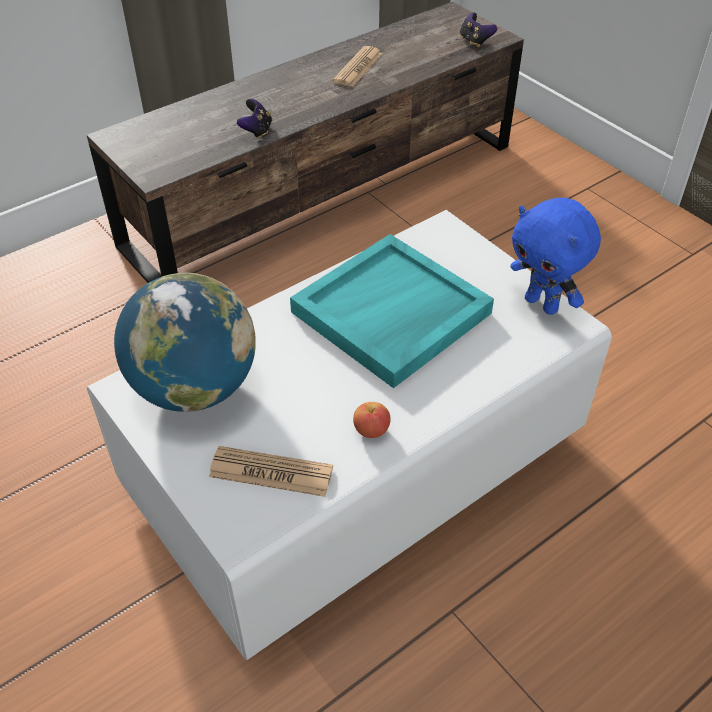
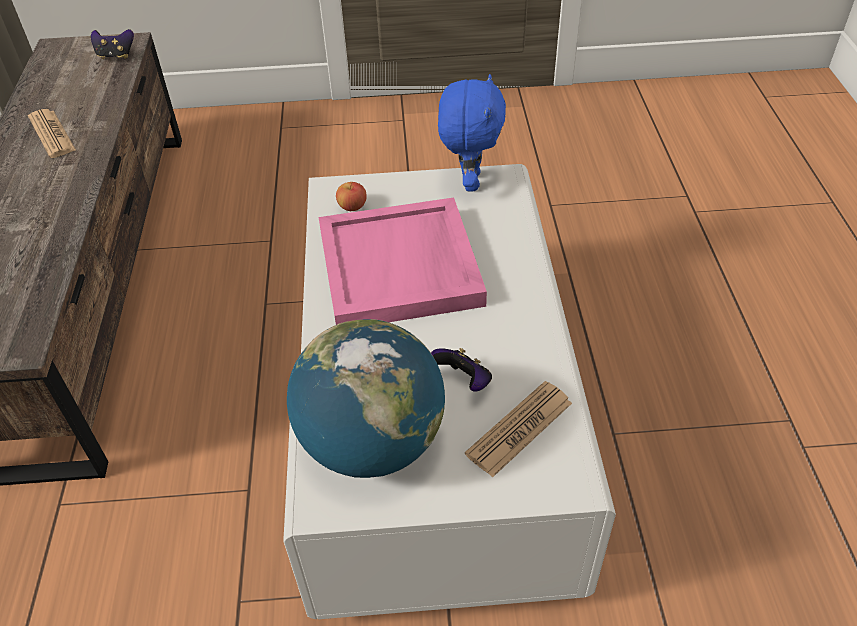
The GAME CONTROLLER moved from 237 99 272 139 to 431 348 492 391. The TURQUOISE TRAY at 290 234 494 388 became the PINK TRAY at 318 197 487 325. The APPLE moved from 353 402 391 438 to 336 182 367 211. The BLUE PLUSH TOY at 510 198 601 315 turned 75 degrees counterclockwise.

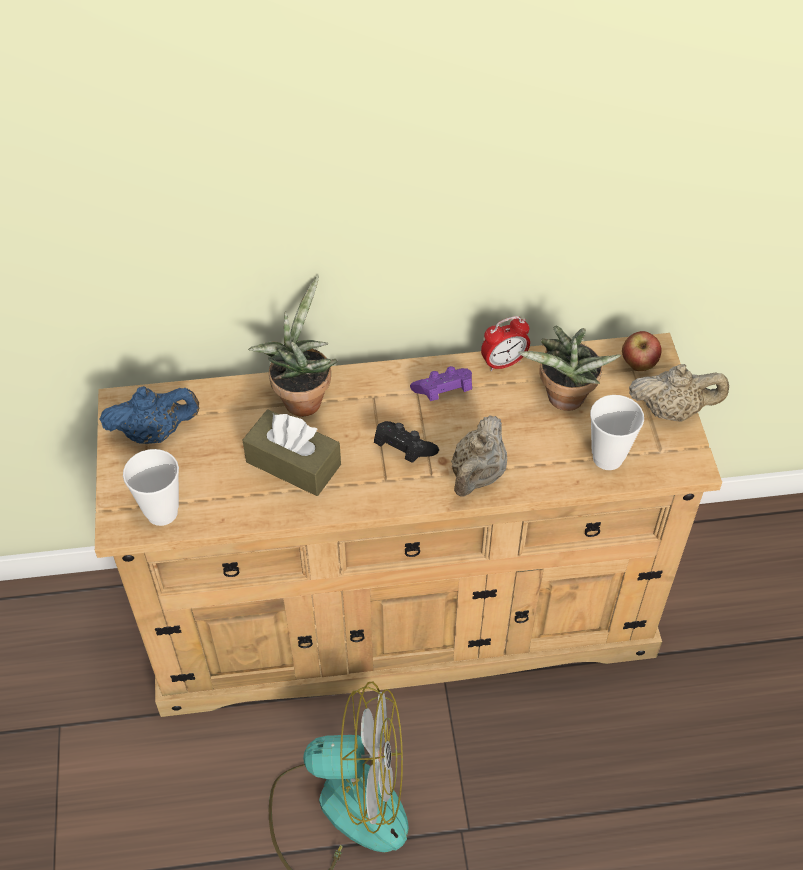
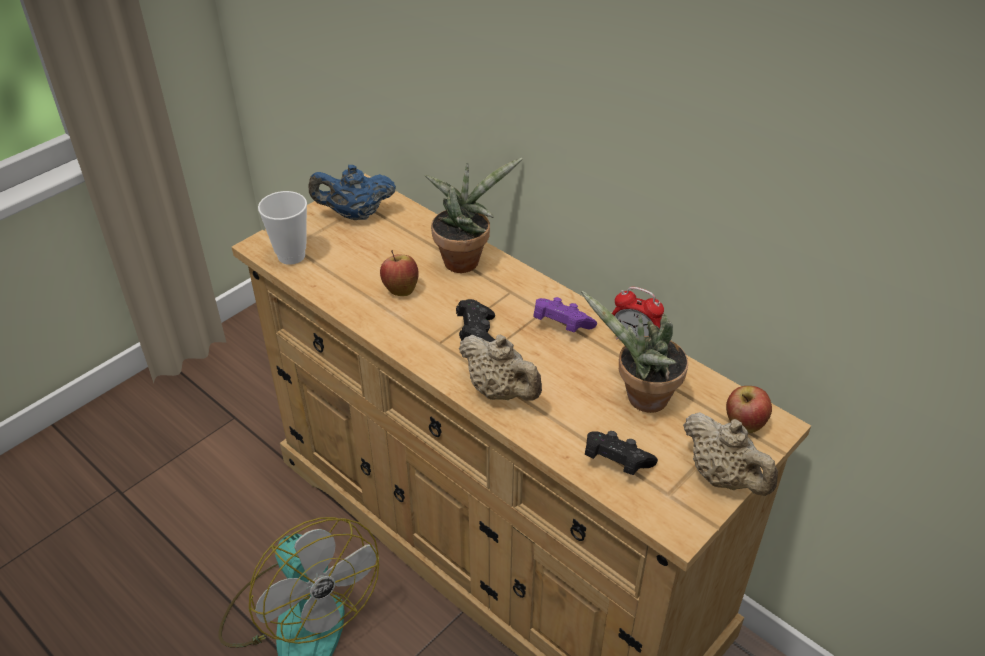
The BLUE TEAPOT at 99 386 199 444 turned 135 degrees clockwise. The BROWN TISSUE BOX at 242 409 341 496 was replaced by the APPLE at 380 249 419 296. The BEIGE TEAPOT at 451 415 507 497 turned 120 degrees counterclockwise. The CUP at 590 395 644 470 was replaced by the BLACK GAME CONTROLLER at 585 431 658 475.

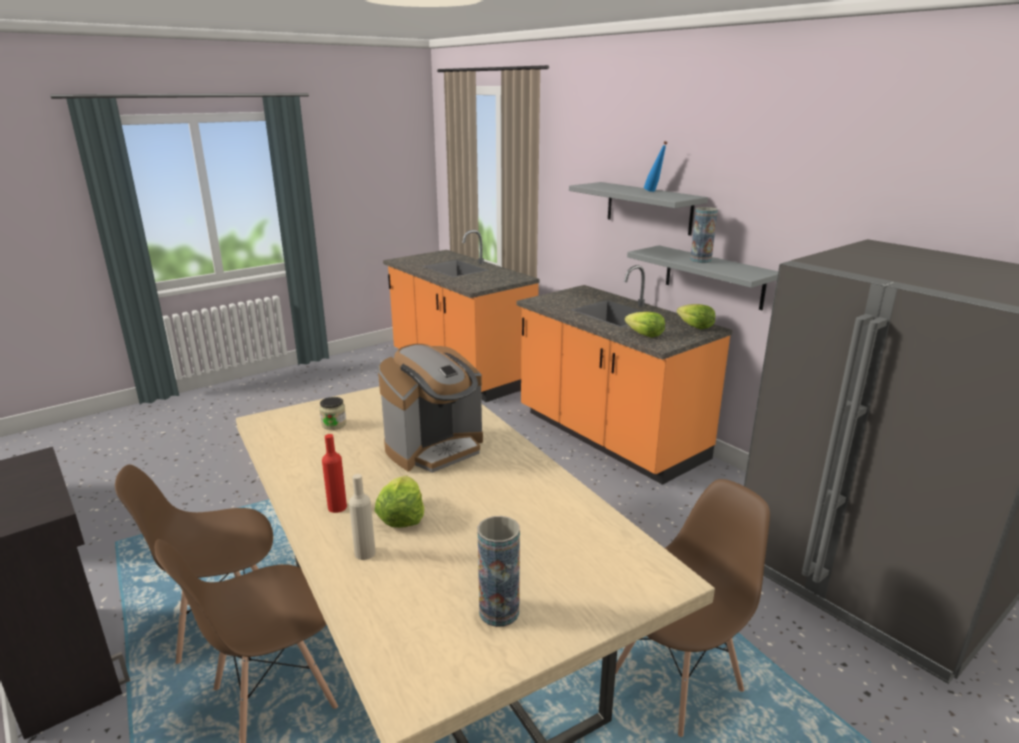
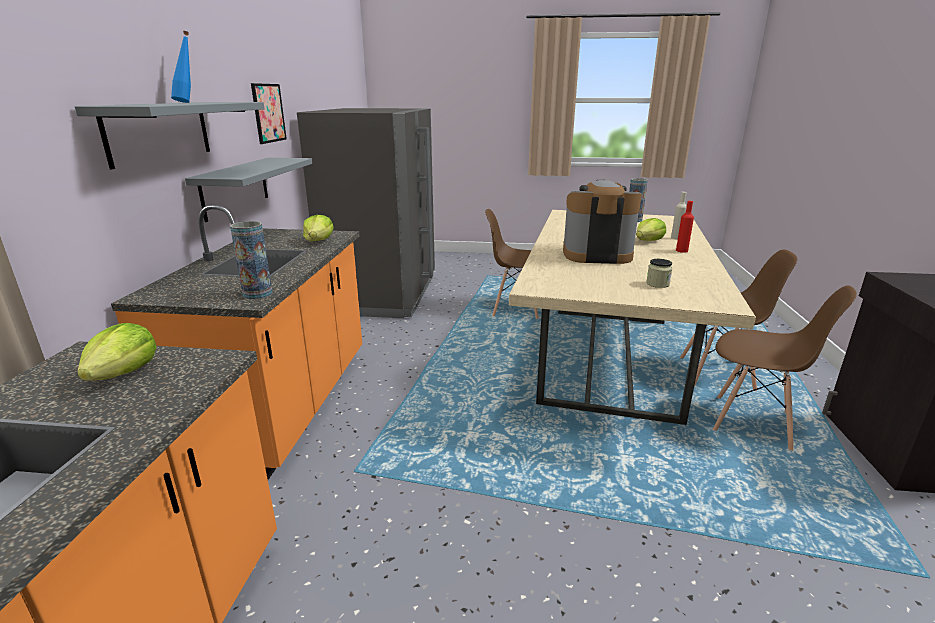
The LETTUCE moved from 677 304 715 329 to 77 323 156 381. The VASE moved from 690 207 718 263 to 230 221 273 299. The PICTURE at 251 83 287 144 appeared.

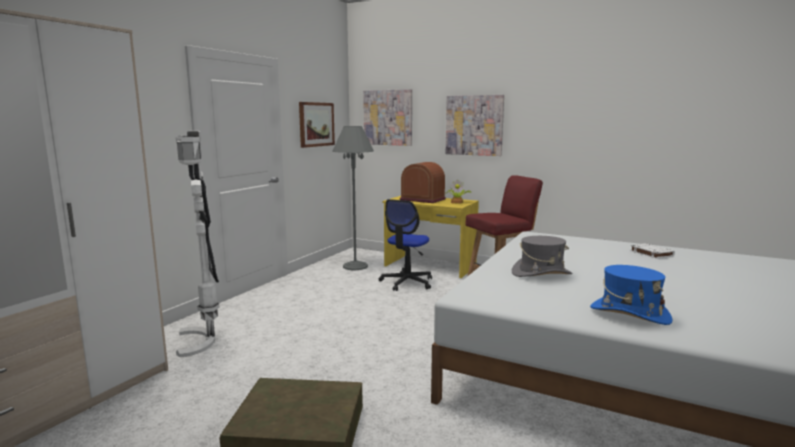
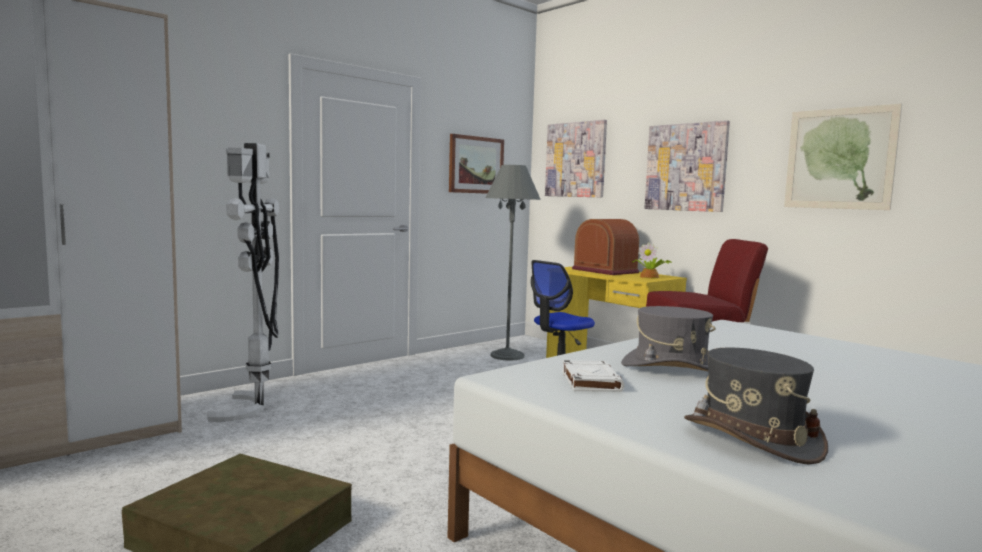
The BLUE HAT at 590 265 673 325 became the GREY HAT at 684 347 828 465. The WHITE BOOK moved from 630 243 675 259 to 562 360 624 392. The PICTURE at 784 104 902 210 appeared.

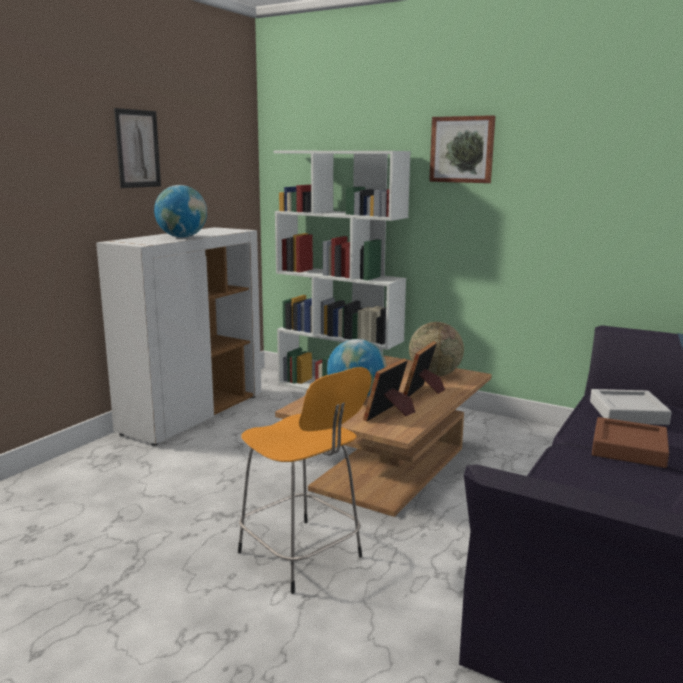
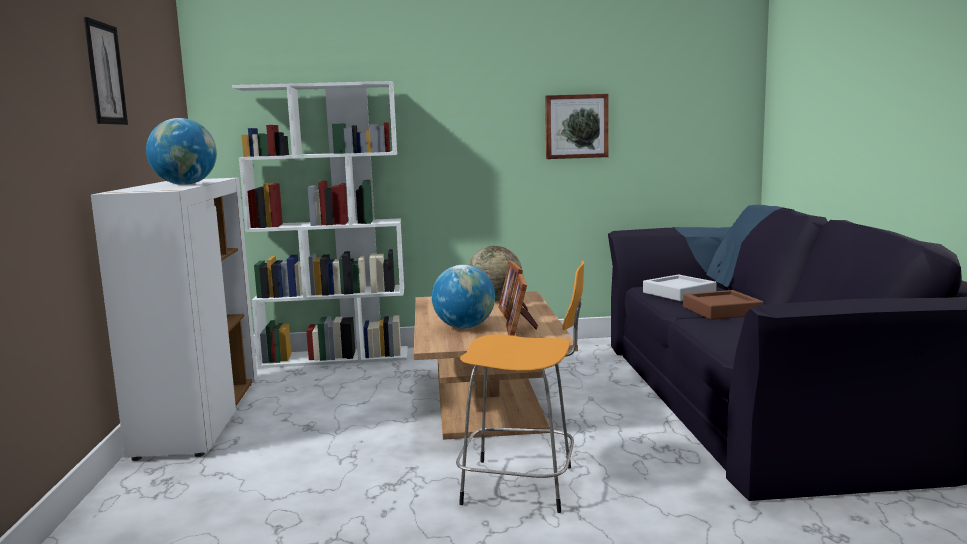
The PICTURE moved from 429 115 496 183 to 545 94 609 159.

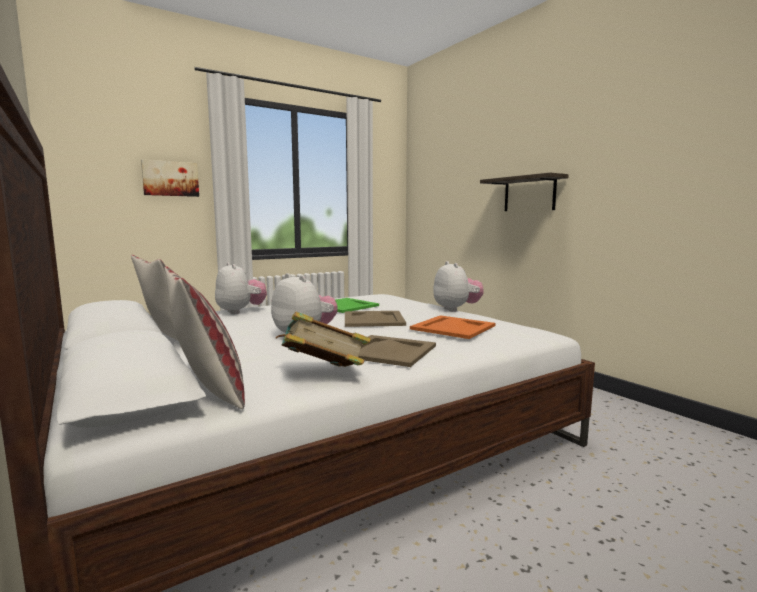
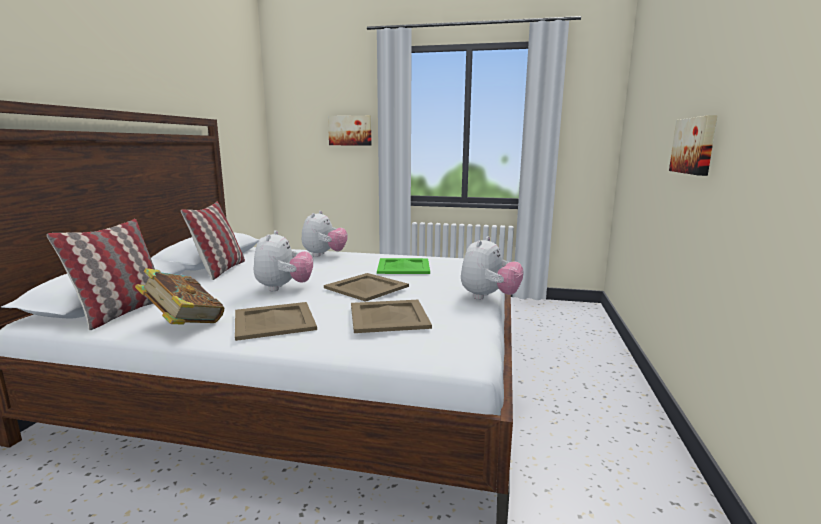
The ORANGE TRAY at 410 315 496 339 became the BEIGE TRAY at 351 300 432 333. The SHELF at 480 172 569 211 was replaced by the PICTURE at 669 115 718 176.

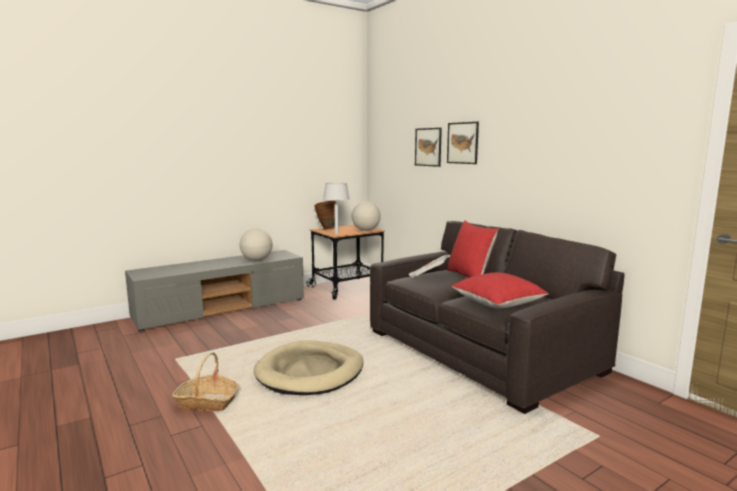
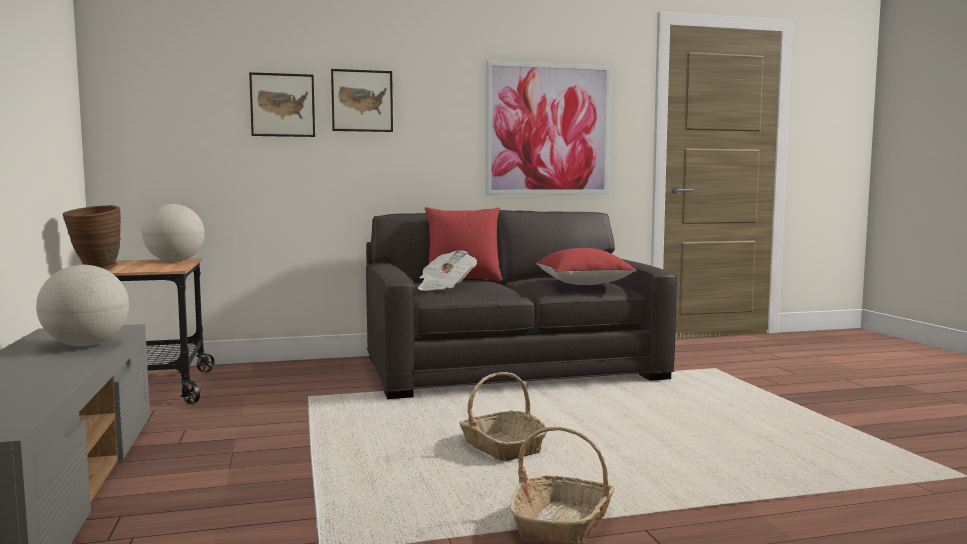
The BEIGE DOG BED at 254 340 363 395 was replaced by the BASKET at 459 372 548 461. The GREY TABLE LAMP at 323 183 349 234 disappeared. The PICTURE at 486 61 611 195 appeared.

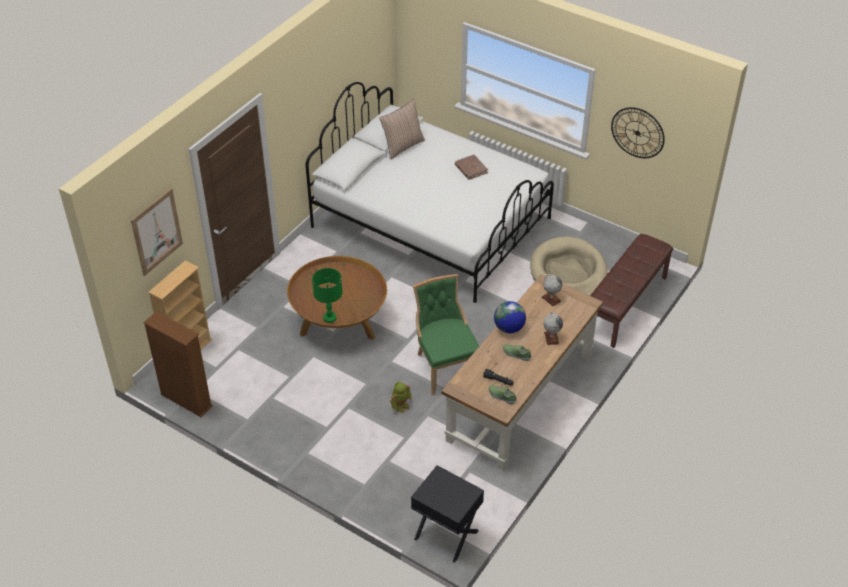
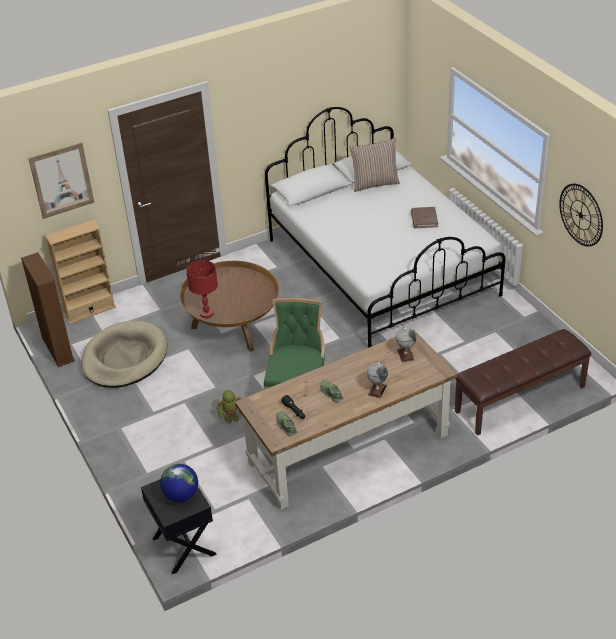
The GREEN TABLE LAMP at 312 268 342 323 became the RED TABLE LAMP at 186 260 218 318. The GLOBE moved from 494 301 526 333 to 160 464 198 502. The BEIGE DOG BED moved from 530 237 608 296 to 81 320 167 388.

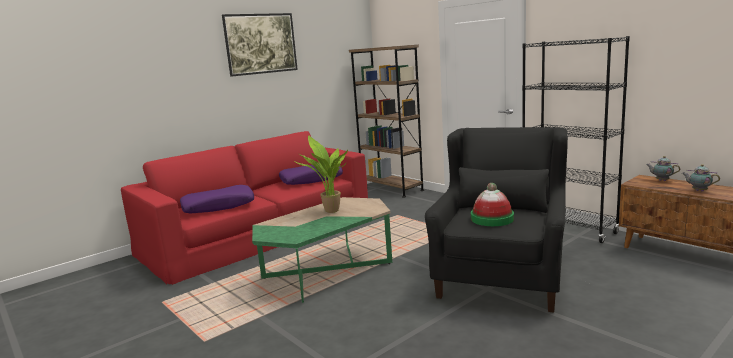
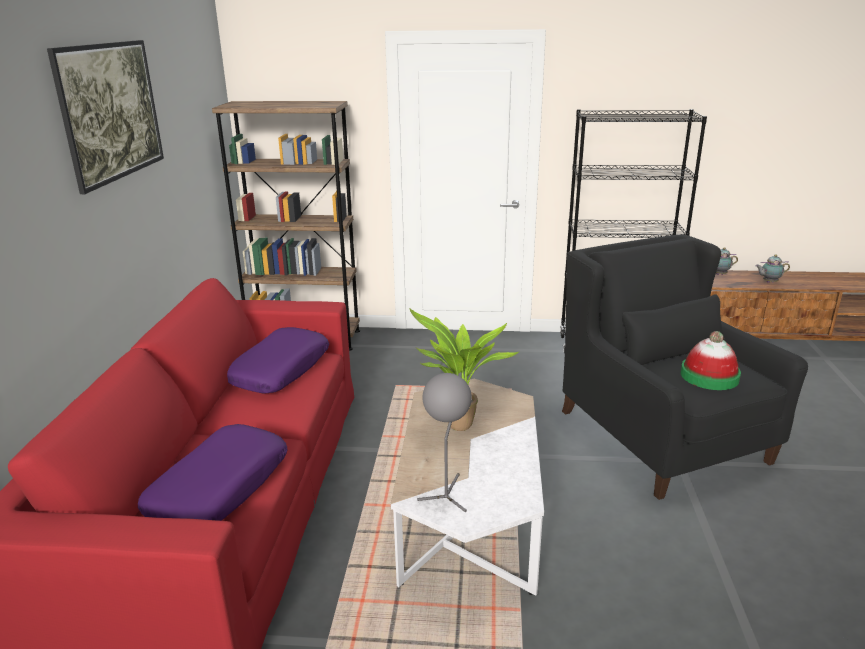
The GREEN COFFEE TABLE at 252 197 392 303 became the WHITE COFFEE TABLE at 391 379 544 596. The GREY TABLE LAMP at 417 373 472 512 appeared.

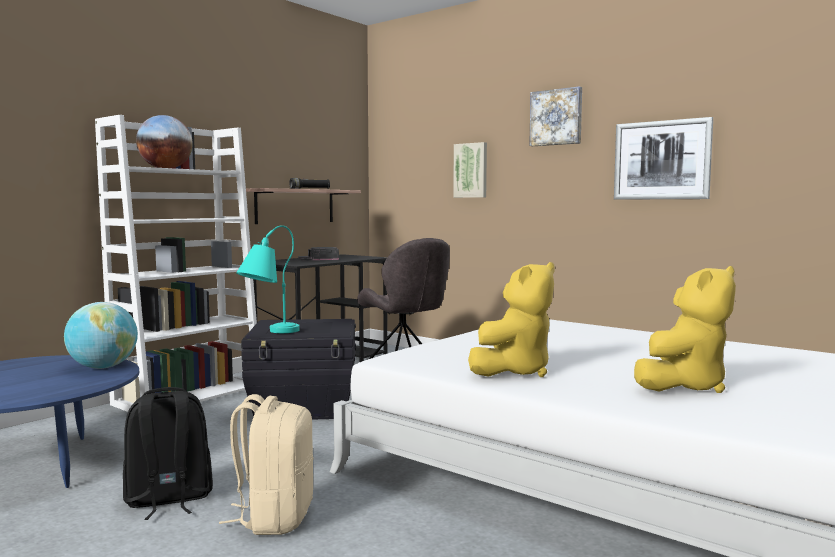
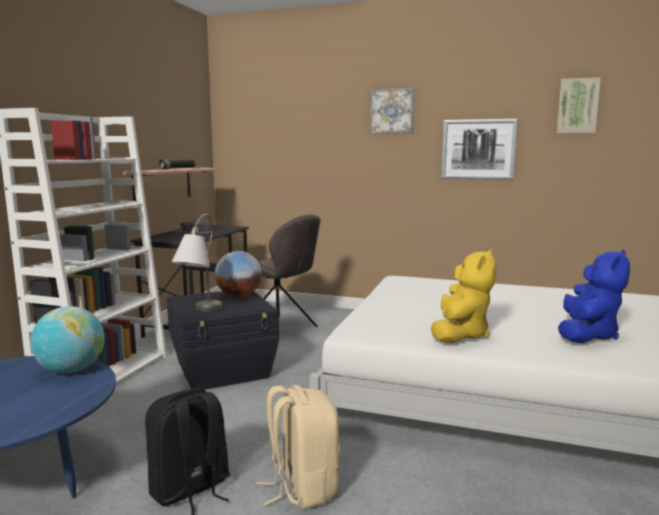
The GLOBE moved from 136 115 193 168 to 215 251 262 297. The TURQUOISE TABLE LAMP at 236 225 300 333 became the GREY TABLE LAMP at 172 214 222 312. The PICTURE moved from 453 142 487 198 to 556 77 601 133. The YELLOW PLUSH TOY at 634 266 736 393 became the BLUE PLUSH TOY at 558 249 630 344.

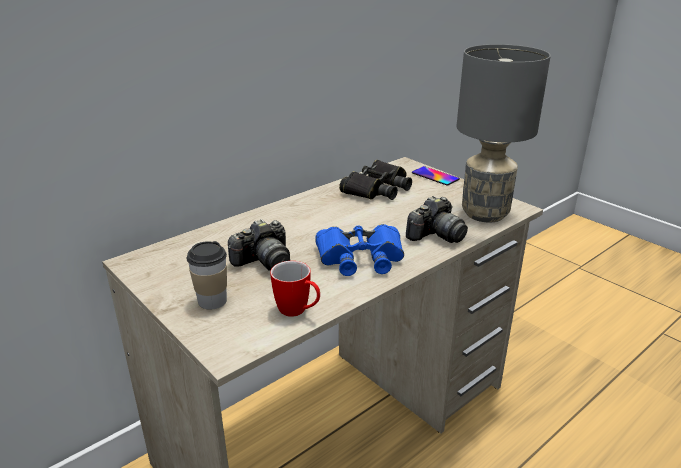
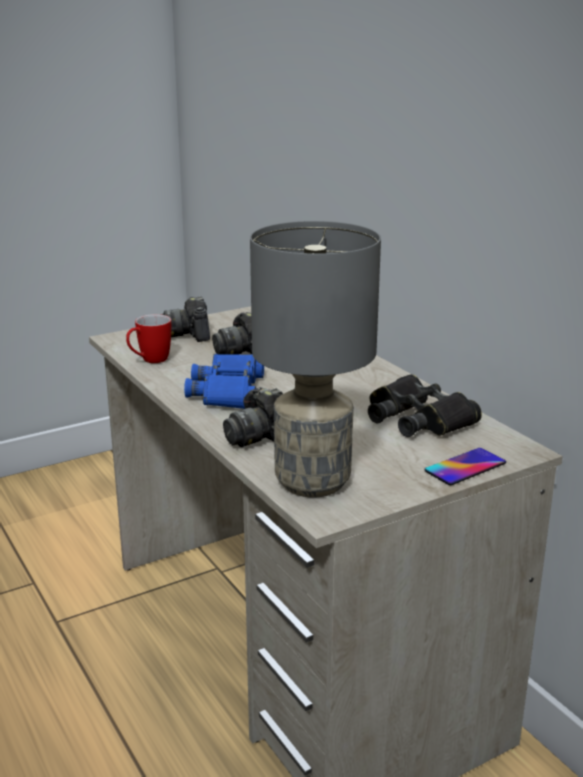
The CUP at 187 241 227 310 was replaced by the PHOTO CAMERA at 160 296 210 342.

